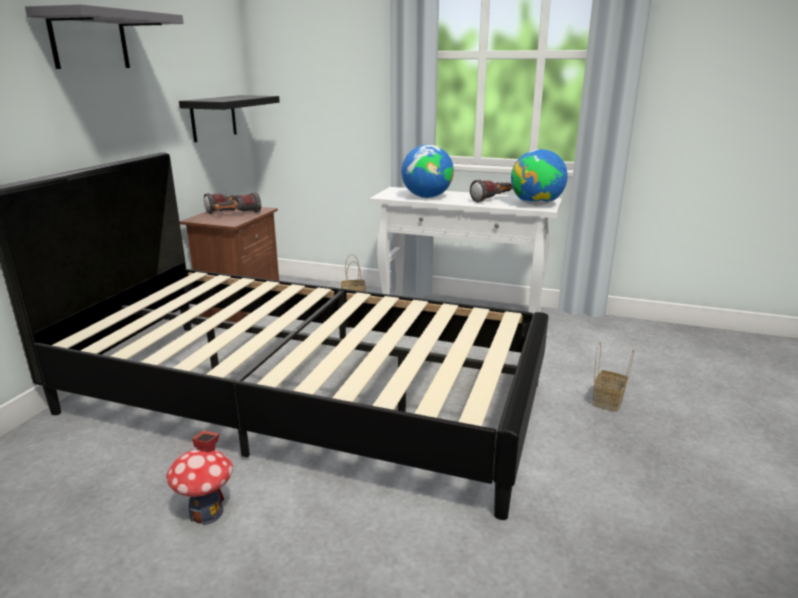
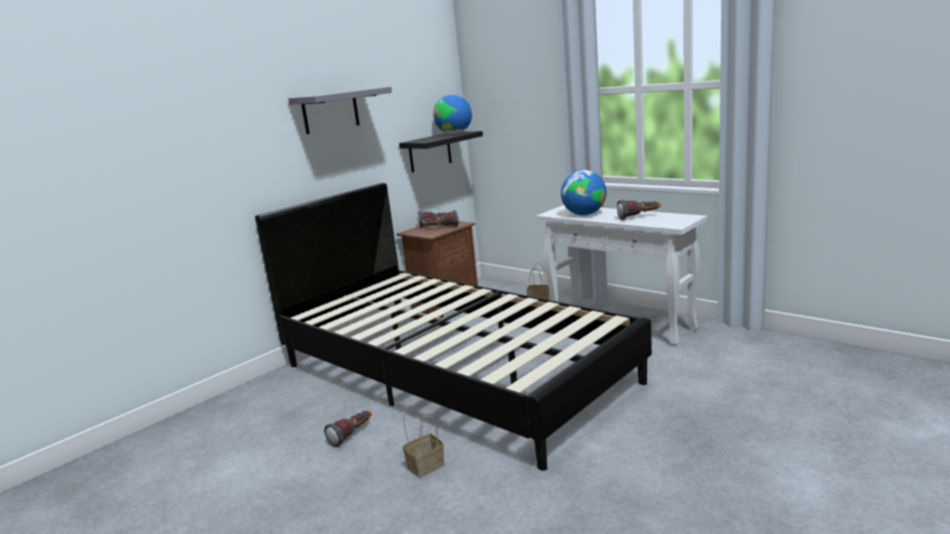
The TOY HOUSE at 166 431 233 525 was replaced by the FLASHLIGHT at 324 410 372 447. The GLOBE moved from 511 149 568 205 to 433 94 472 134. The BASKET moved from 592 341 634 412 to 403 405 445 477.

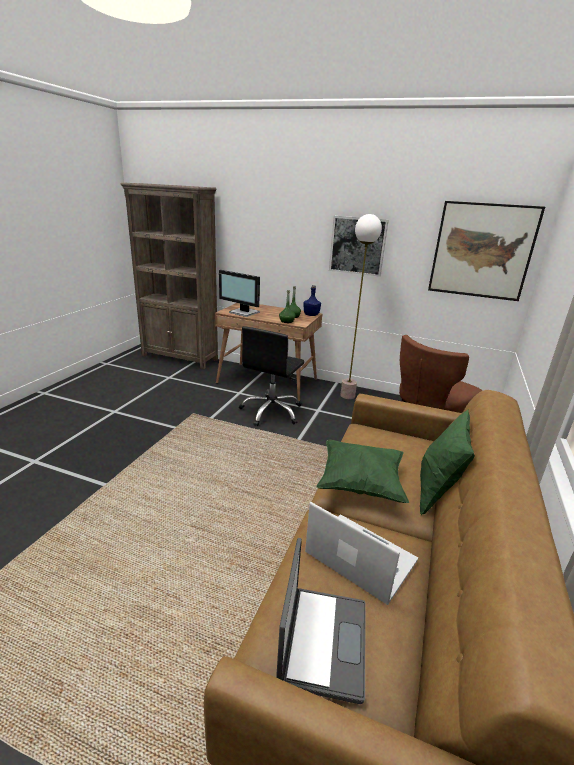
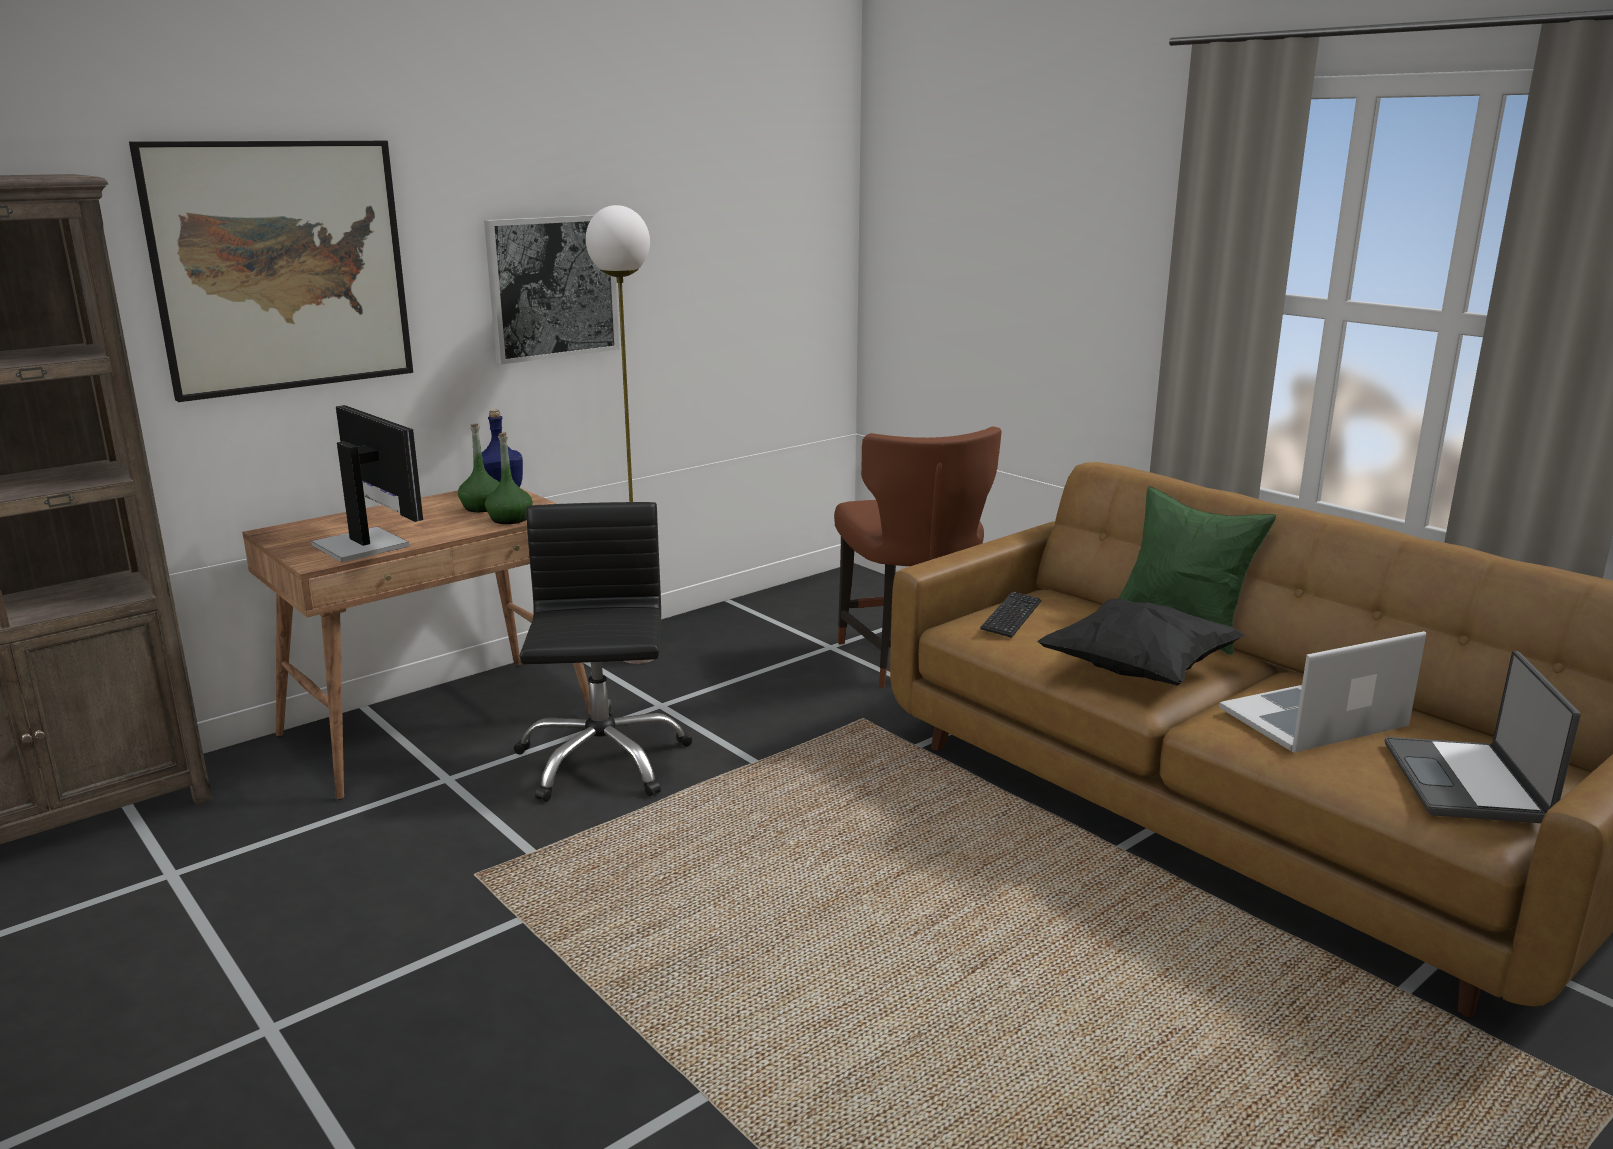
The MONITOR at 219 270 260 317 turned 105 degrees counterclockwise. The BLACK OFFICE CHAIR at 239 326 304 426 turned 150 degrees counterclockwise. The LAPTOP at 276 538 366 704 turned 120 degrees counterclockwise. The GREEN PILLOW at 316 439 409 503 became the BLACK PILLOW at 1037 598 1245 686. The PICTURE moved from 428 201 545 301 to 129 141 413 402. The KEYBOARD at 980 592 1041 637 appeared.

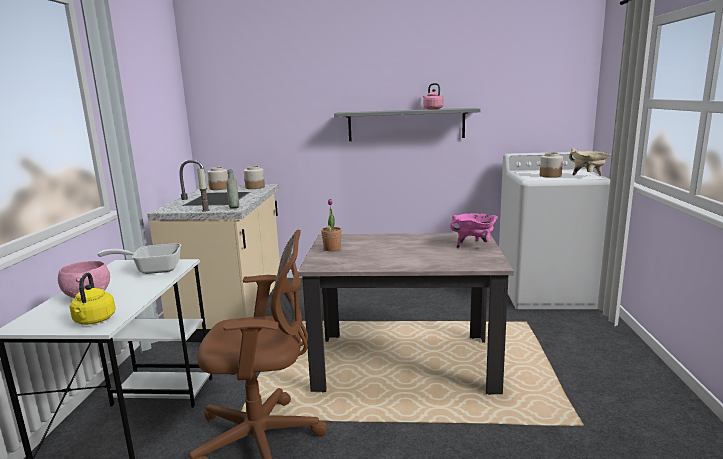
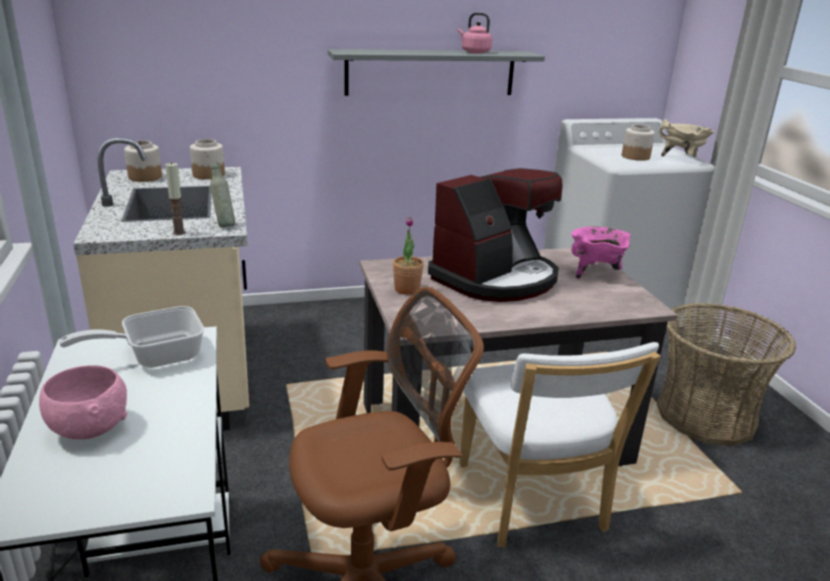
The YELLOW KETTLE at 70 273 116 325 disappeared. The COFFEE MACHINE at 428 168 563 302 appeared. The WHITE CHAIR at 459 342 661 547 appeared. The BASKET at 657 303 796 446 appeared.

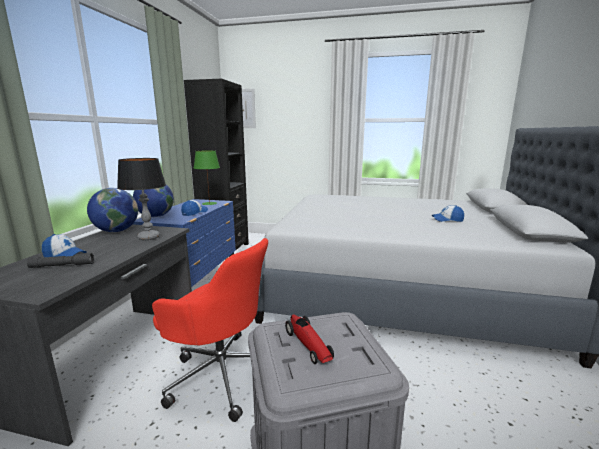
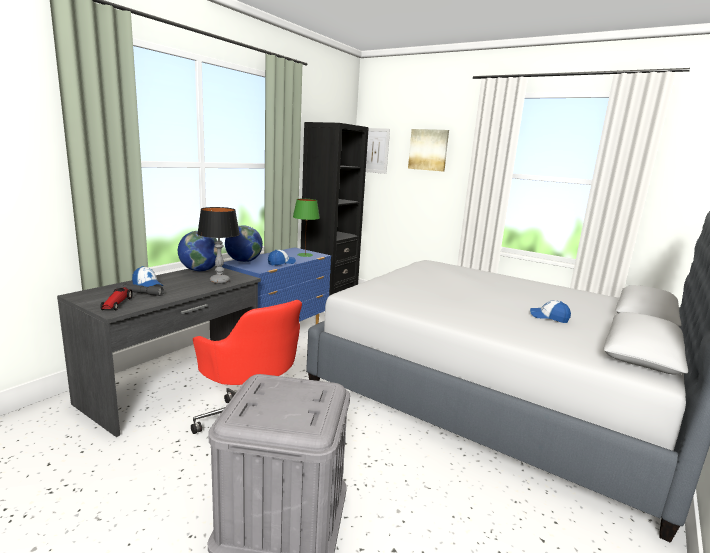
The TOY CAR moved from 285 314 334 364 to 100 287 133 311. The PICTURE at 408 129 449 171 appeared.

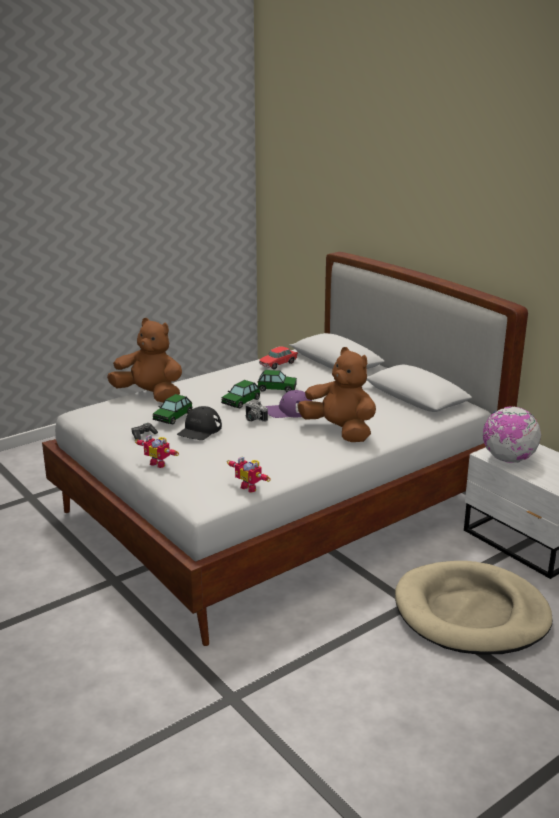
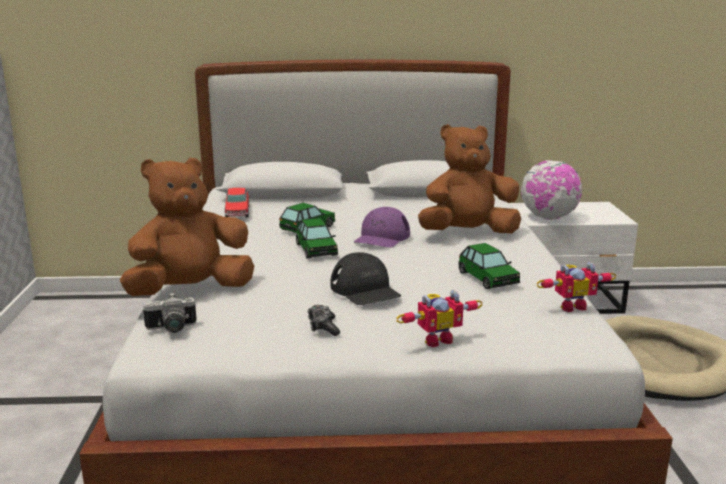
The TOY CAR moved from 153 394 192 424 to 458 243 520 289. The PHOTO CAMERA moved from 245 401 268 422 to 143 292 197 333.

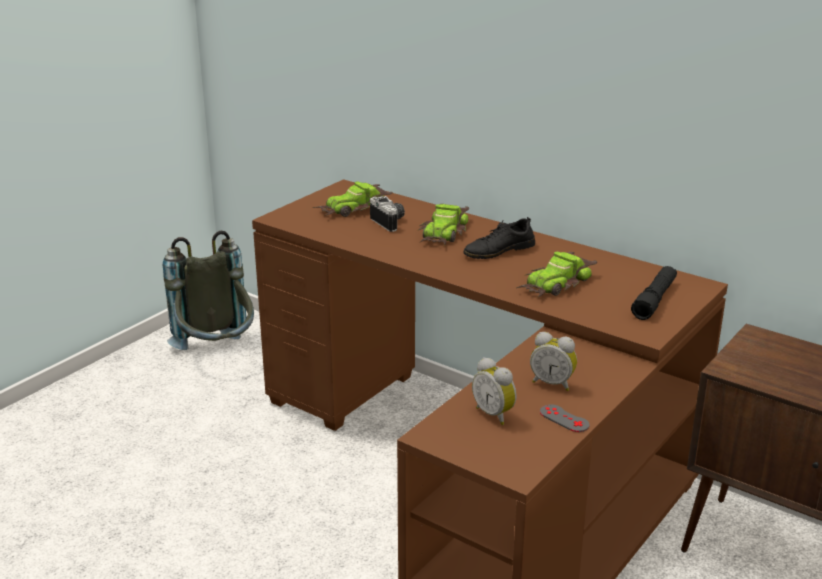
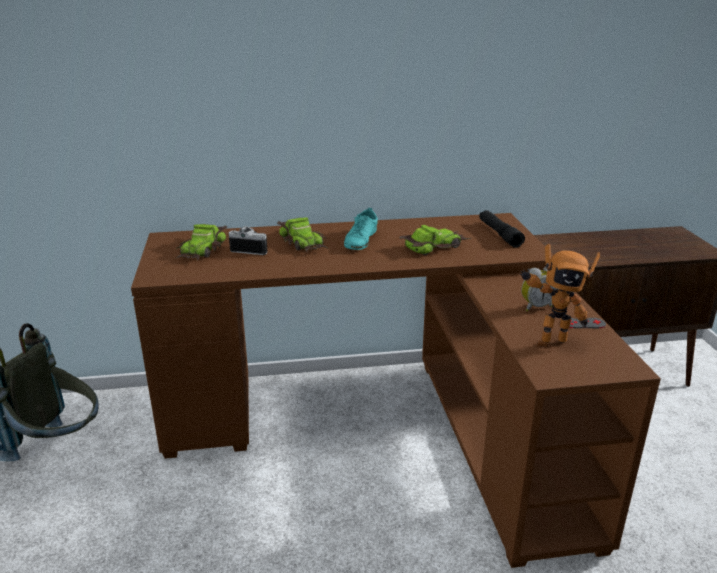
The BLACK SHOE at 464 217 535 259 became the TURQUOISE SHOE at 344 208 378 250. The ALARM CLOCK at 472 357 517 425 was replaced by the TOY ROBOT at 520 244 600 347. The TOY CAR at 516 252 597 297 turned 120 degrees counterclockwise.

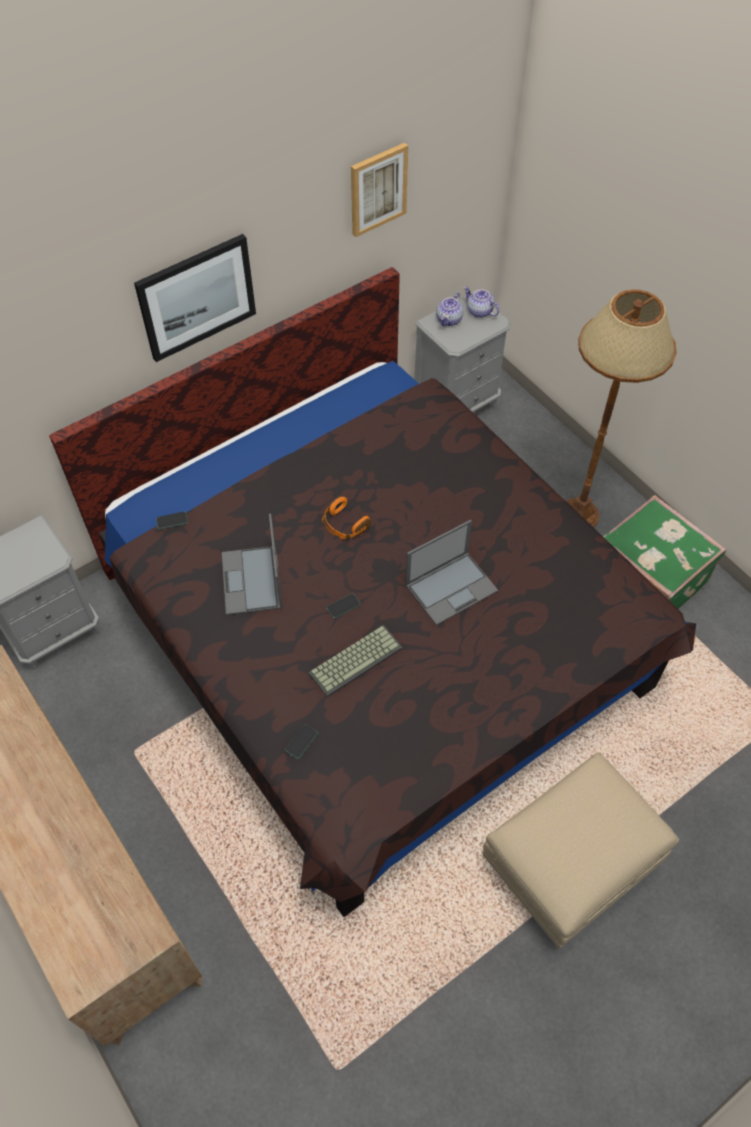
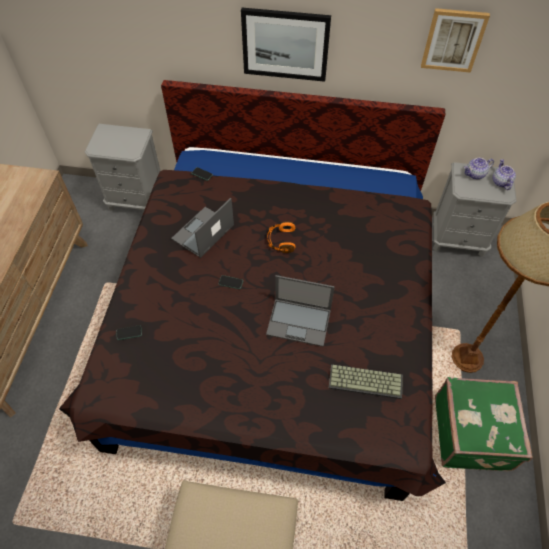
The KEYBOARD moved from 309 625 402 697 to 329 364 403 399.

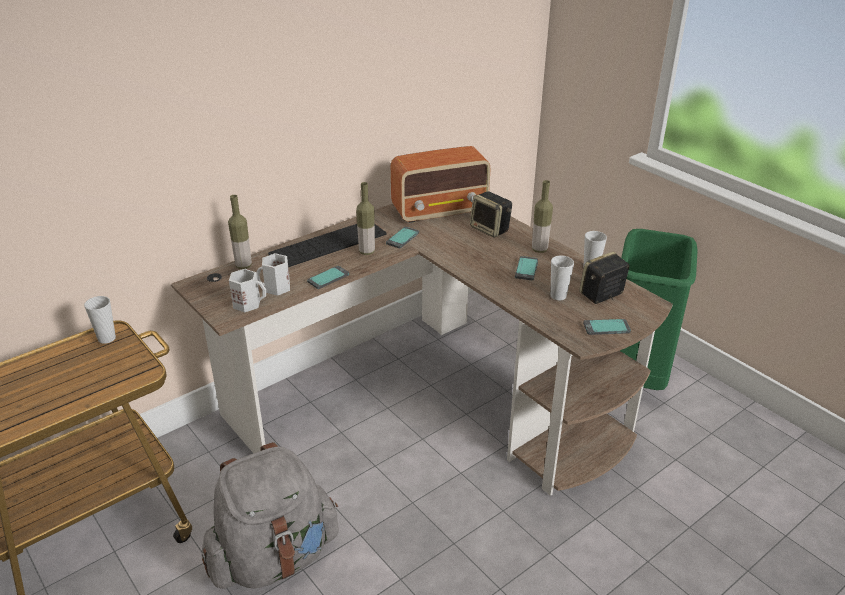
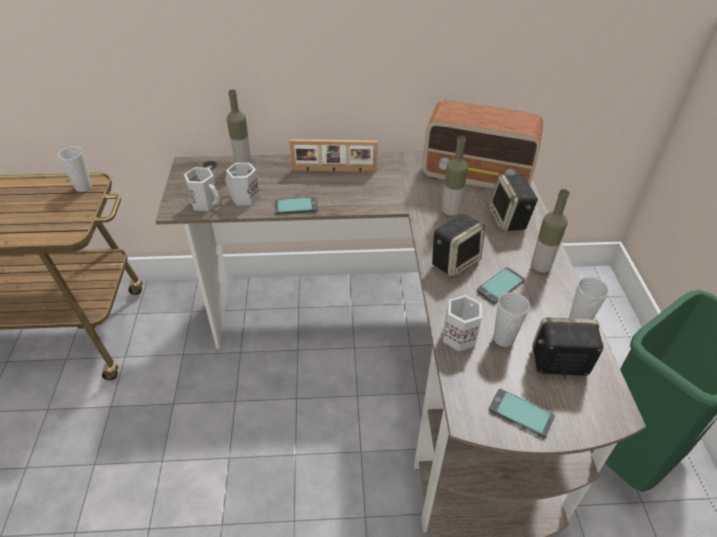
The GREY BACKPACK at 202 442 339 589 disappeared. The KEYBOARD at 268 224 387 267 was replaced by the PICTURE FRAME at 289 139 378 173. The BOTTLE moved from 356 182 375 255 to 442 136 468 217. The PHONE at 386 227 419 248 disappeared. The SPEAKER at 432 214 485 278 appeared. The WHITE MUG at 443 295 482 351 appeared.

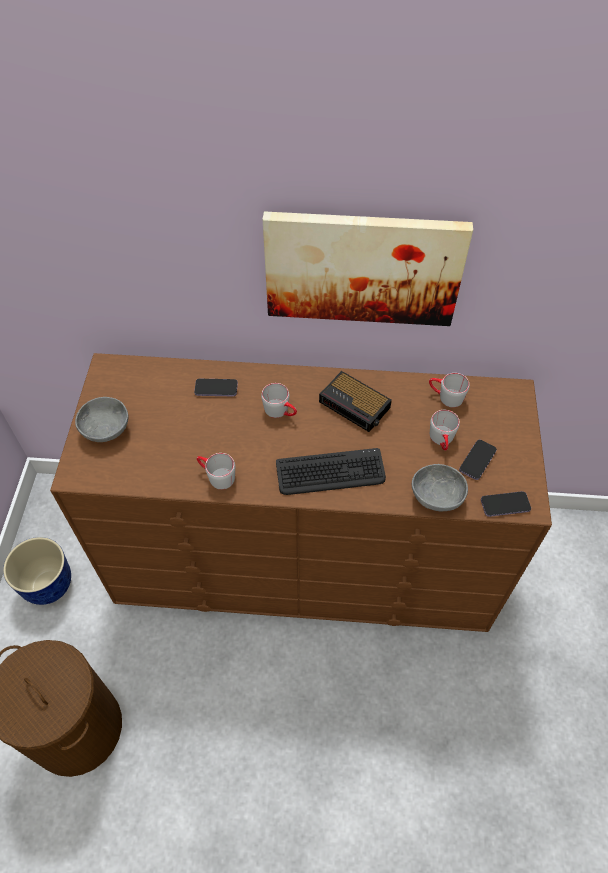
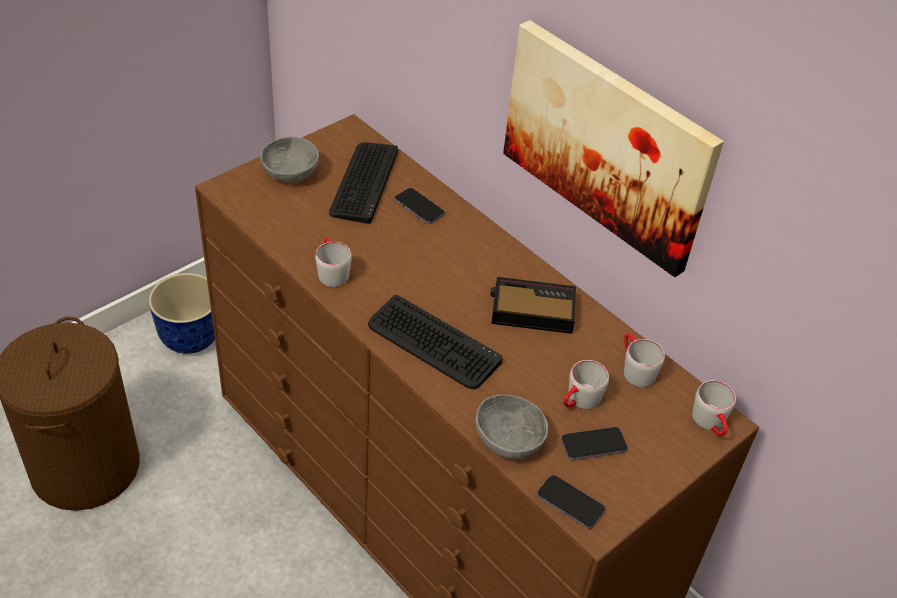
The GREY MUG moved from 261 383 297 418 to 692 380 736 436. The ALARM CLOCK at 319 371 392 432 turned 105 degrees clockwise. The KEYBOARD at 329 142 398 224 appeared.

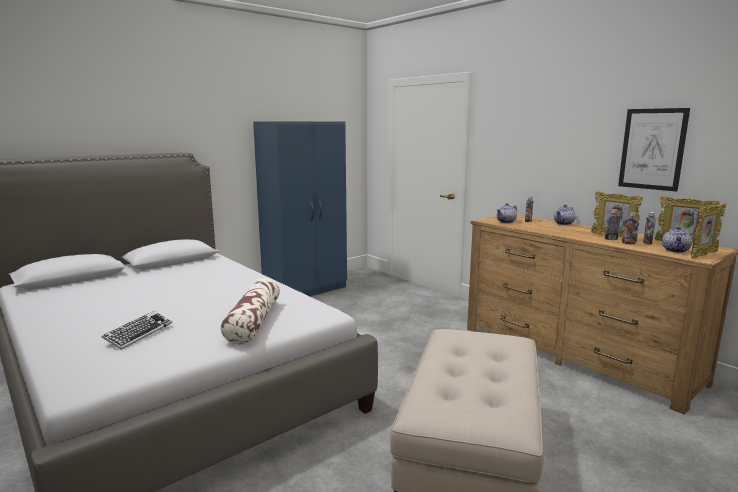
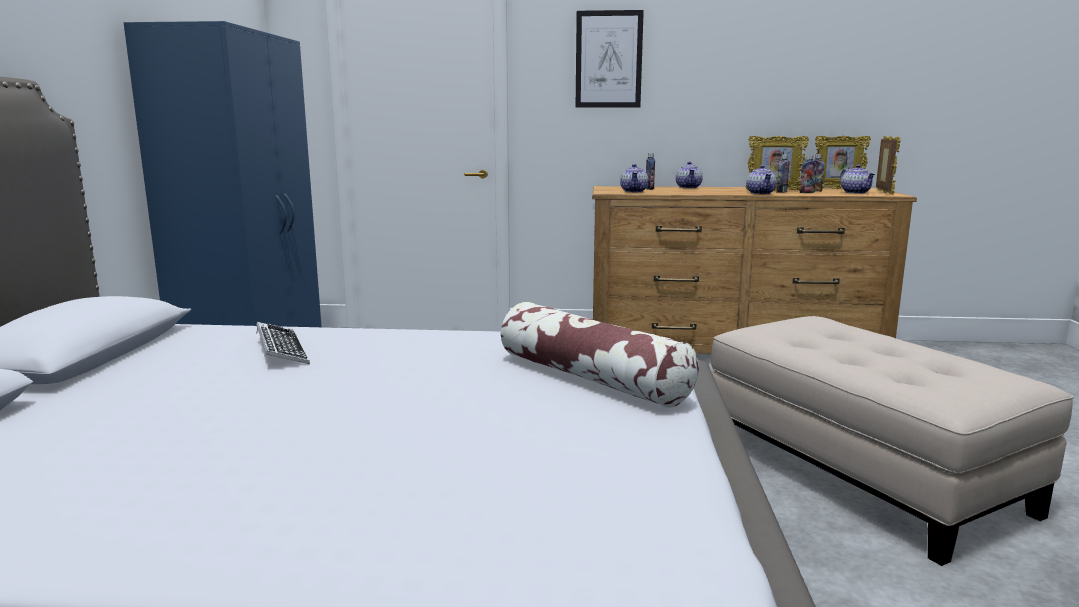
The KEYBOARD moved from 102 311 172 350 to 256 322 310 364. The PICTURE moved from 618 108 690 192 to 576 10 644 108. The TEAPOT at 746 165 776 194 appeared.

